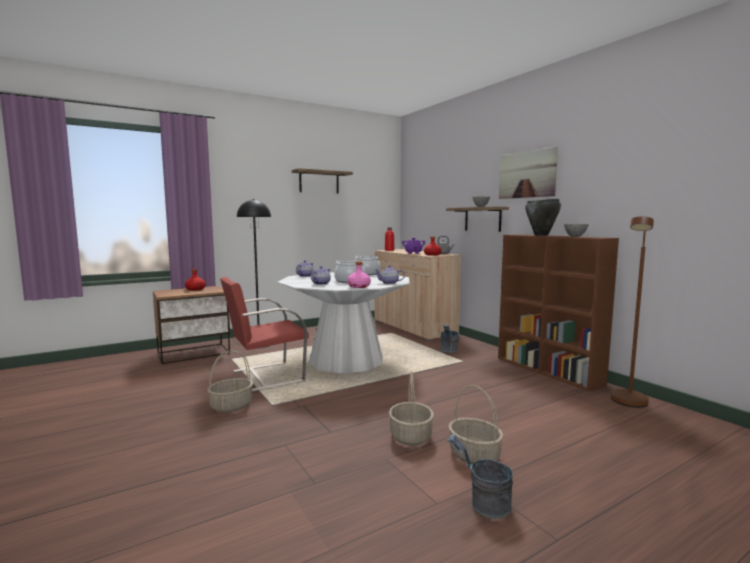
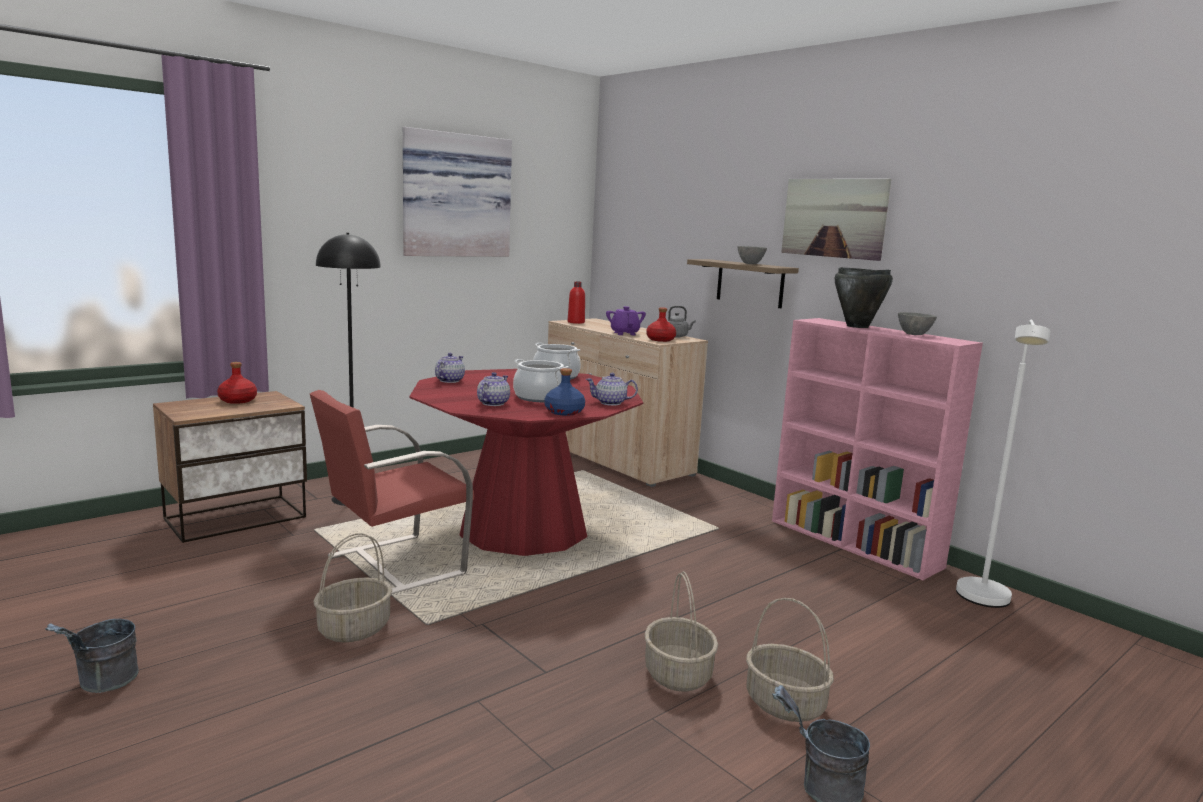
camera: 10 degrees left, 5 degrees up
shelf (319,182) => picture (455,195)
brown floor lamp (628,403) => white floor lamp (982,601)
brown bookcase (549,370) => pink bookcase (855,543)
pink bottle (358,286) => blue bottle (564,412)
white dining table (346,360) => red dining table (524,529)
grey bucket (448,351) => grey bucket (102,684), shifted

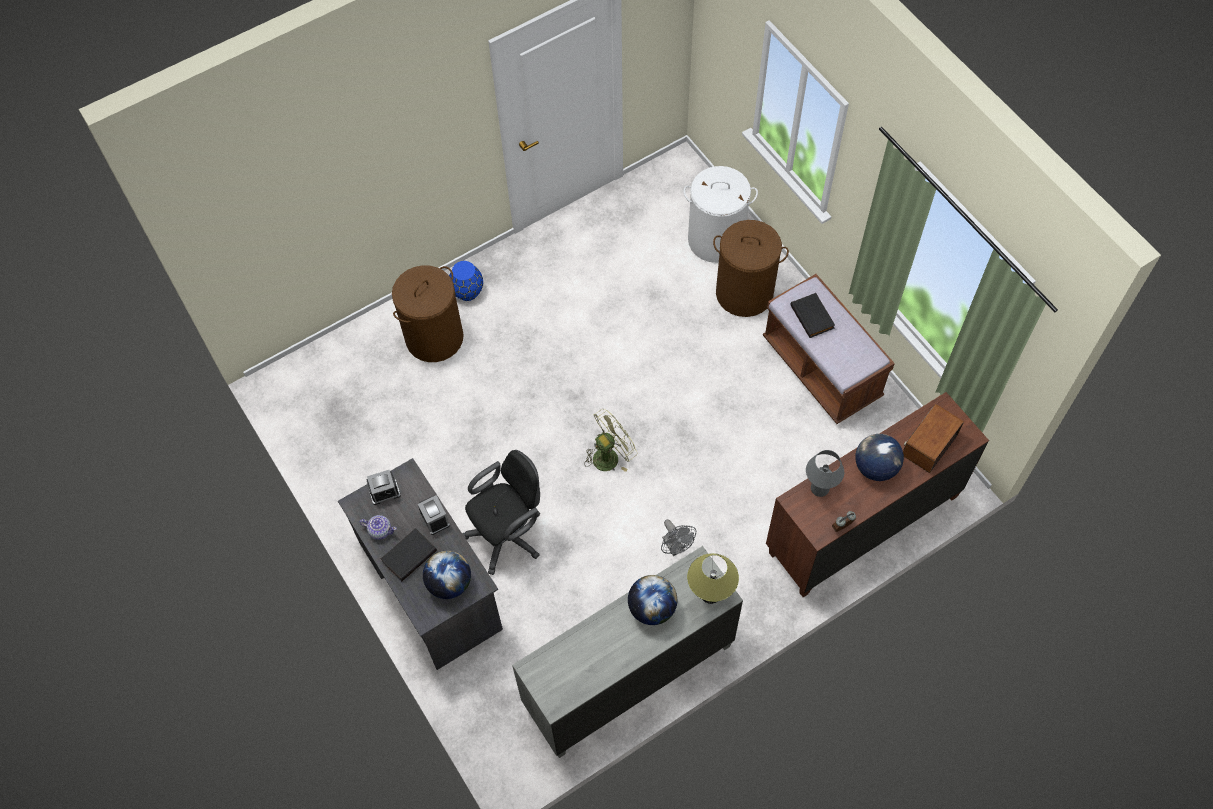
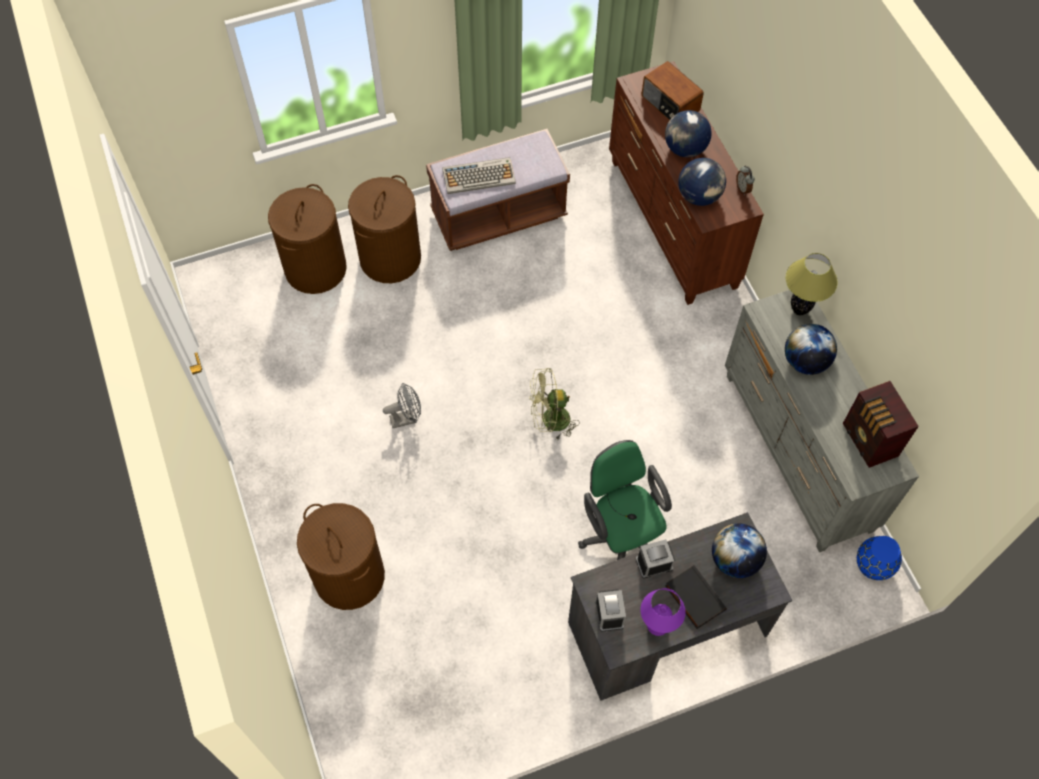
camera: 80 degrees left, 0 degrees up
white laundry basket (716,240) => brown laundry basket (315,268)
blue vase (468,291) => blue vase (872,566), shifted
black book (813,317) => keyboard (479,176)
green fan (610,455) => green fan (549,421), 75 degrees counterclockwise
black office chair (509,534) => green office chair (621,537)
grey table lamp (819,488) => globe (699,196)
teapot (380,530) => purple table lamp (657,625)
grey fan (675,547) => grey fan (406,418), shifted
nothing => radio (869,441)

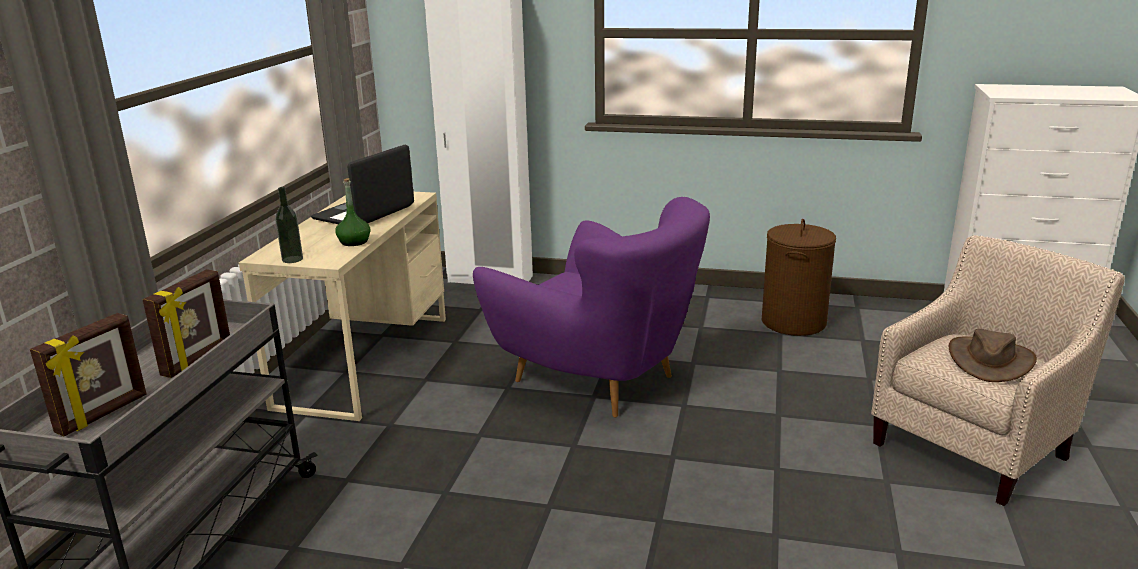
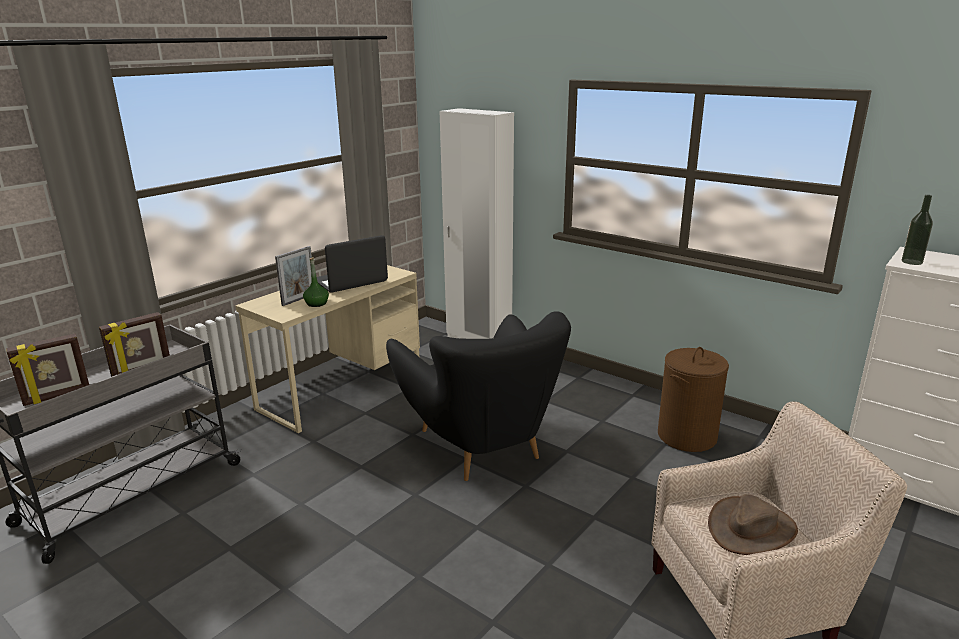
camera: 25 degrees right, 0 degrees up
bottle (292,259) => bottle (911,262), shifted
purple armchair (598,379) => black armchair (481,445)
nothing => picture frame (299,299)

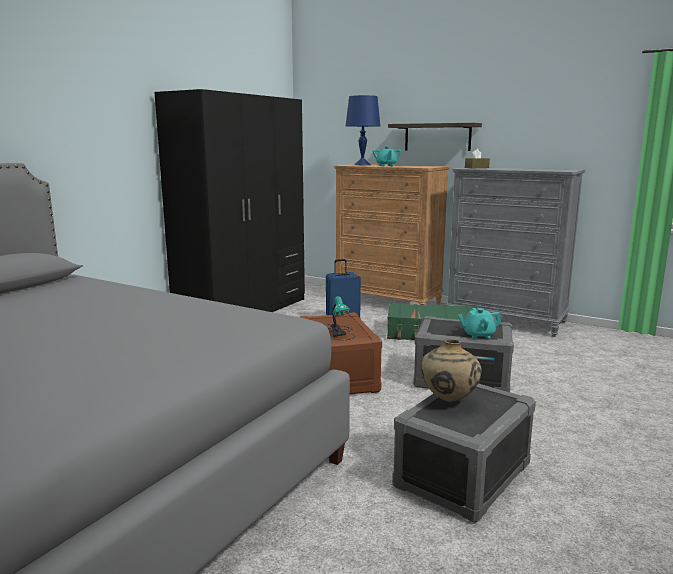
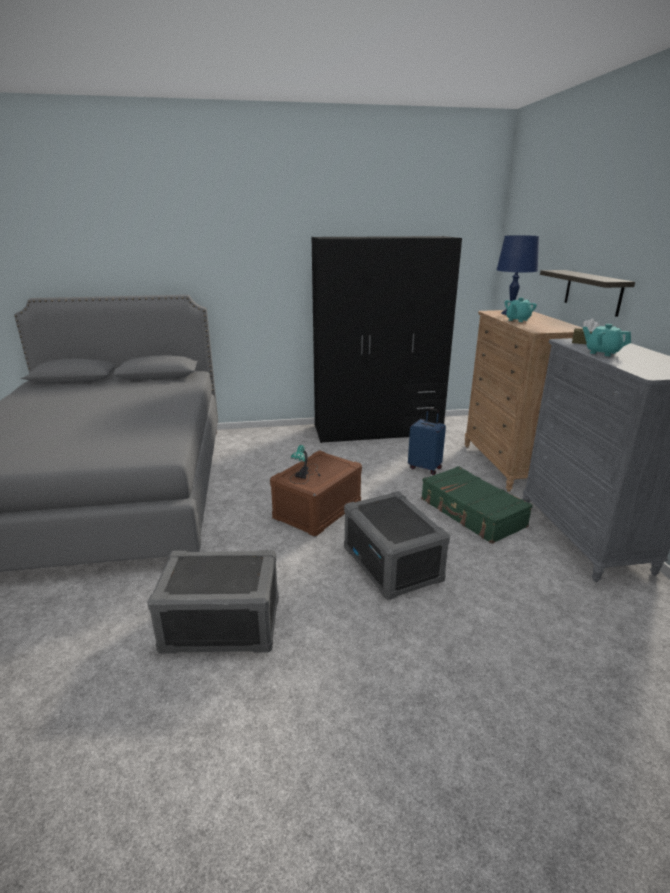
camera: 50 degrees right, 10 degrees up
turquoise teapot (478,335) => turquoise teapot (602,353), shifted
beige vase (448,400) => nothing

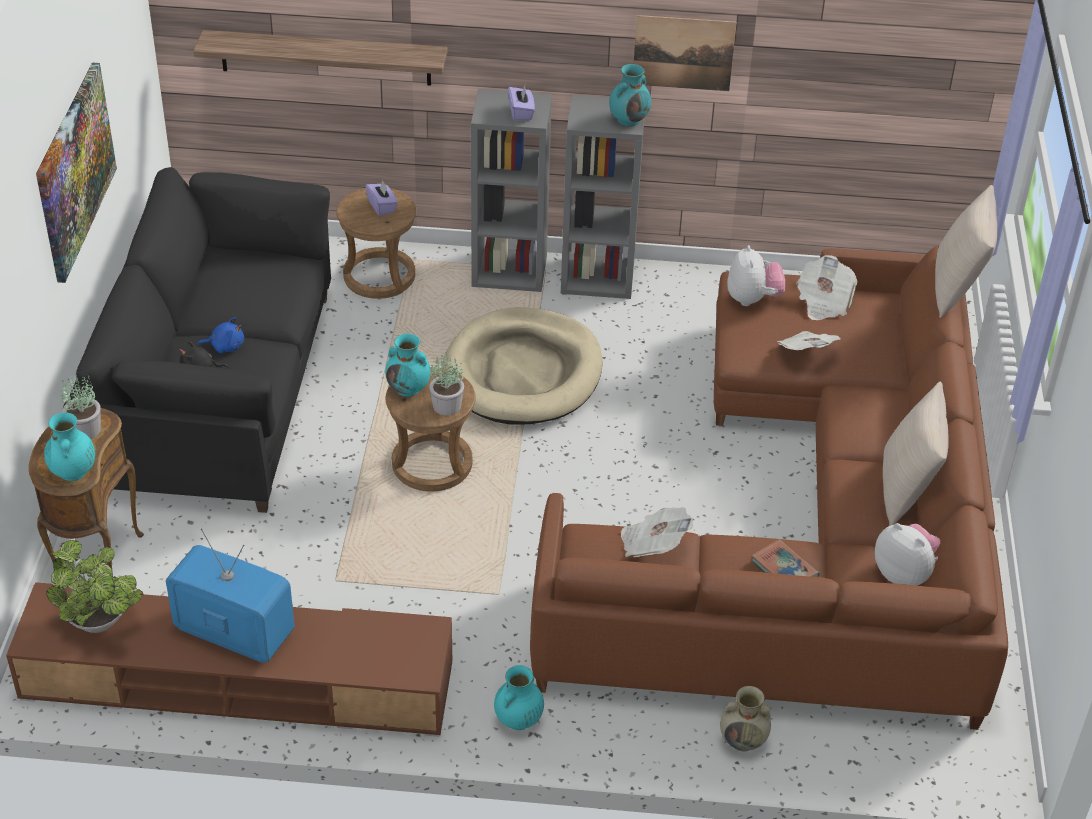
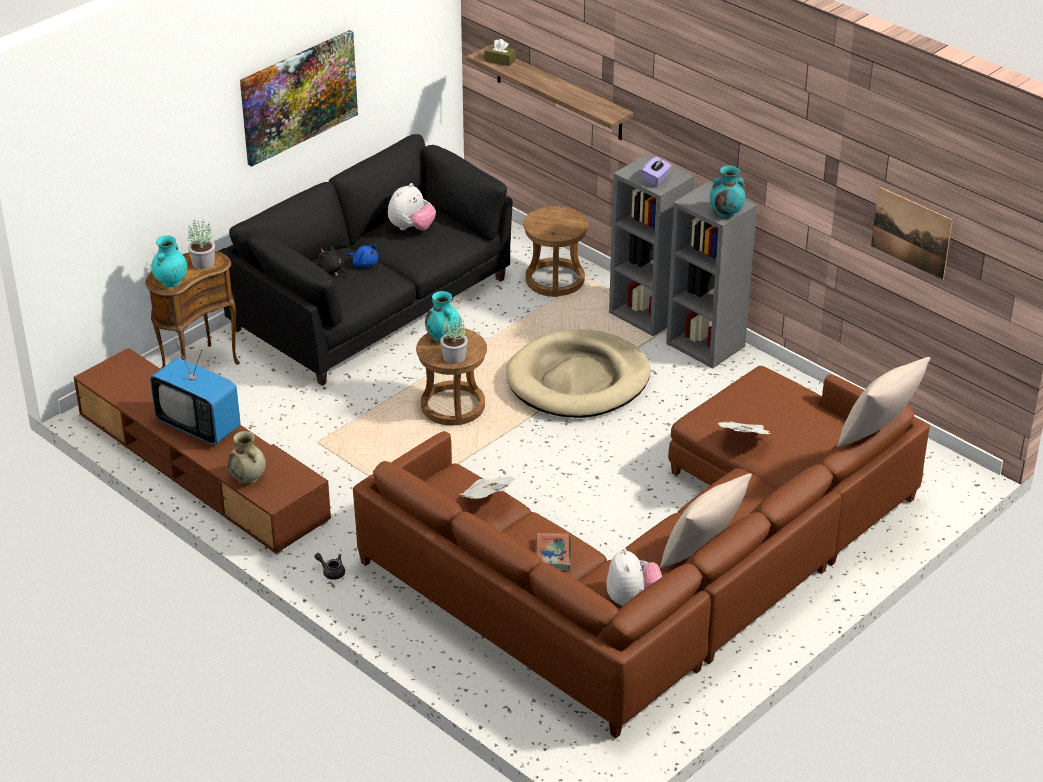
camera: 40 degrees right, 5 degrees down
picture (683,53) => picture (911,232), shifted
purple tissue box (382,207) => nothing
plush toy (753,299) => plush toy (411,228), shifted
newspaper (823,302) => nothing
television (234,633) => television (199,426), 150 degrees clockwise
potted plant (101,624) => nothing
turquoise vase (518,720) => grey teapot (331,571)
beige vase (743,740) => beige vase (248,478), shifted
nothing => brown tissue box (500,60)

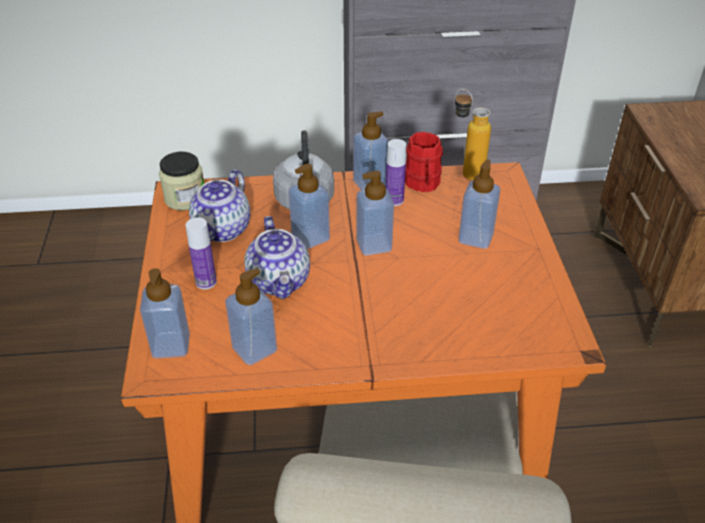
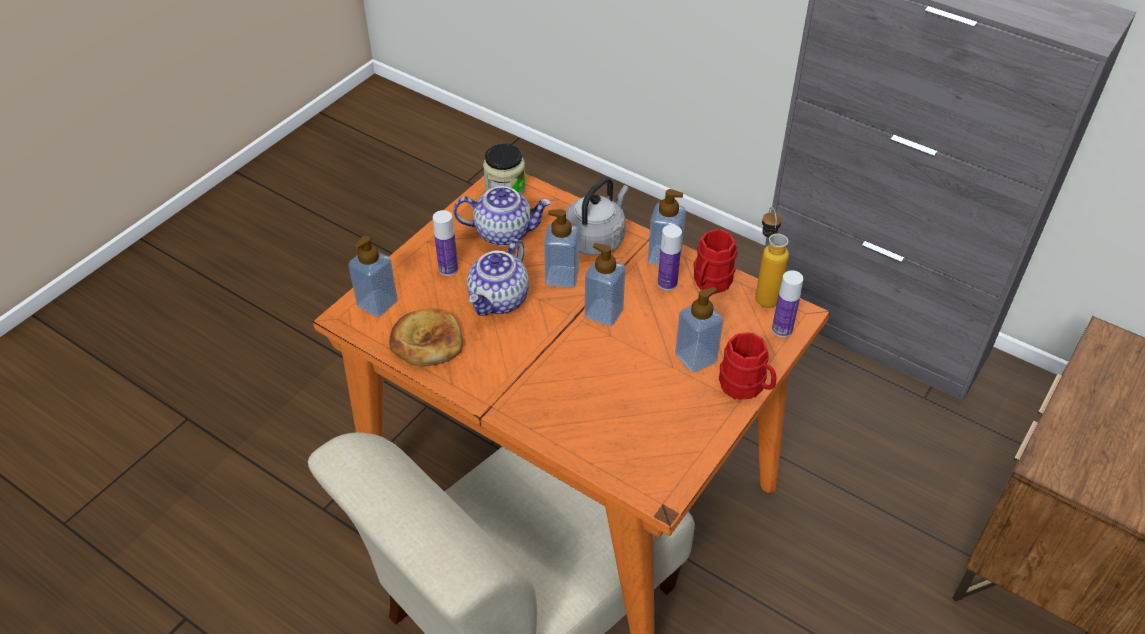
camera: 40 degrees right, 5 degrees up
teapot (223,230) => teapot (504,232), 150 degrees counterclockwise
soap dispenser (254,349) => bread (426,341)
nothing => bottle (782,329)
nothing => red mug (746,387)

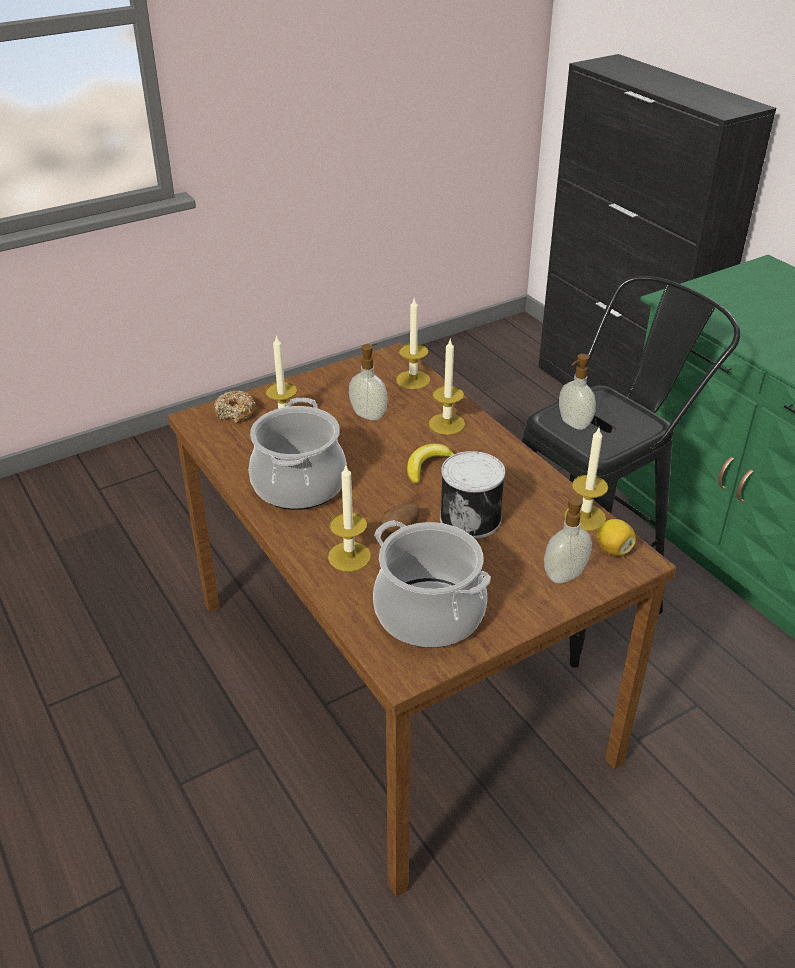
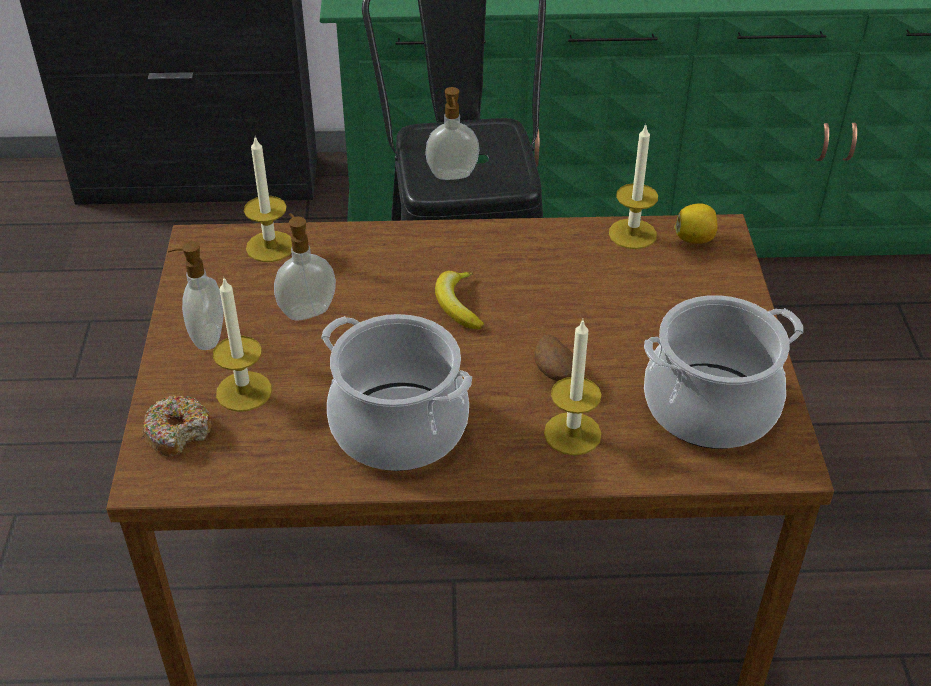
camera: 60 degrees left, 5 degrees up
candle (447,424) => nothing
can (471,518) => nothing
soap dispenser (563,574) => soap dispenser (206,337), shifted

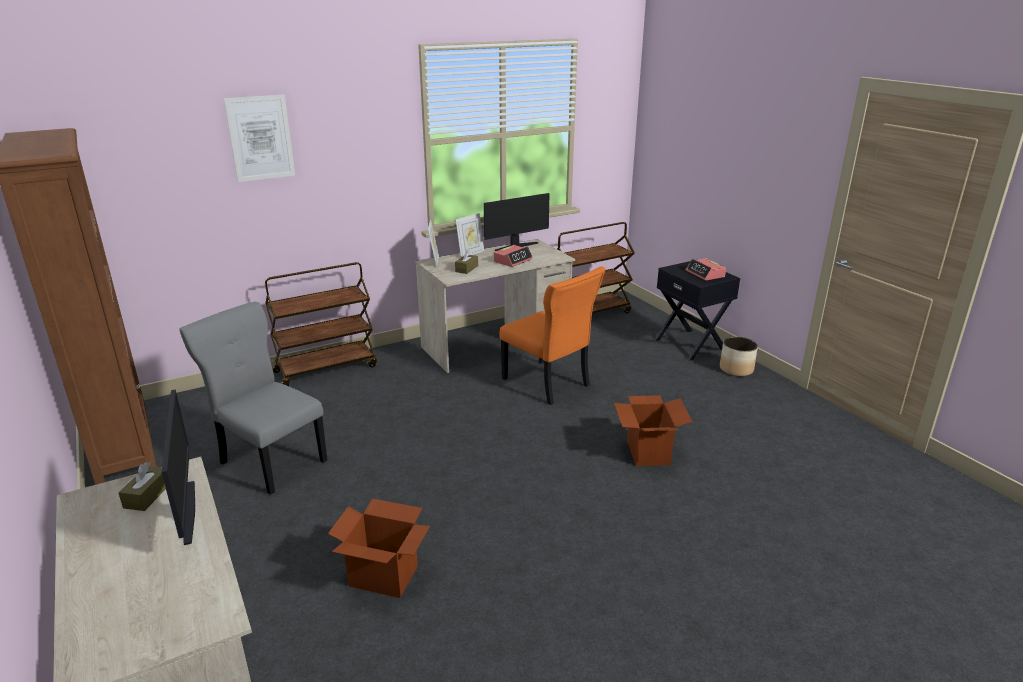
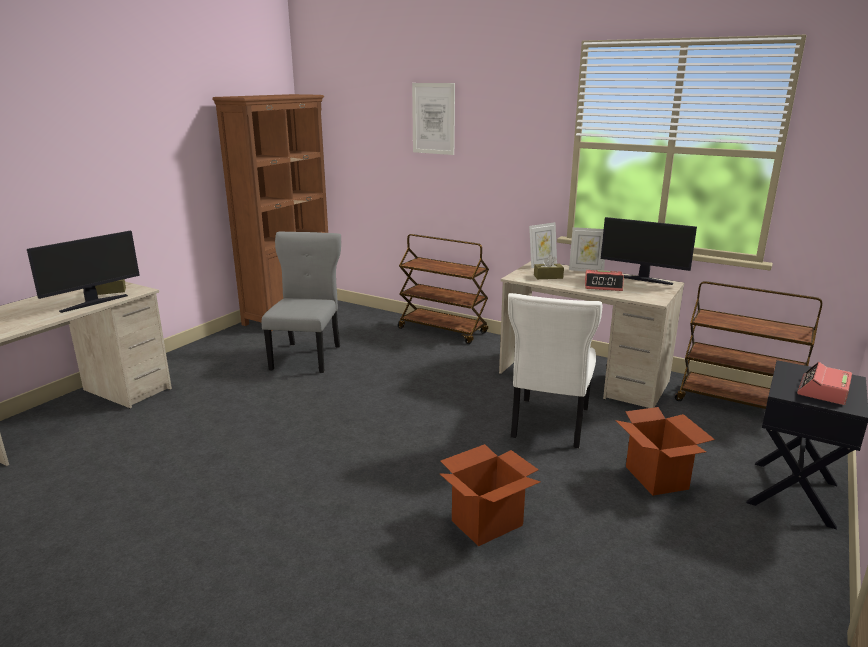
camera: 60 degrees right, 5 degrees down
orange chair (548,384) => white chair (549,424)
planter (736,369) => nothing
cardboard box (384,576) => cardboard box (656,478), shifted

